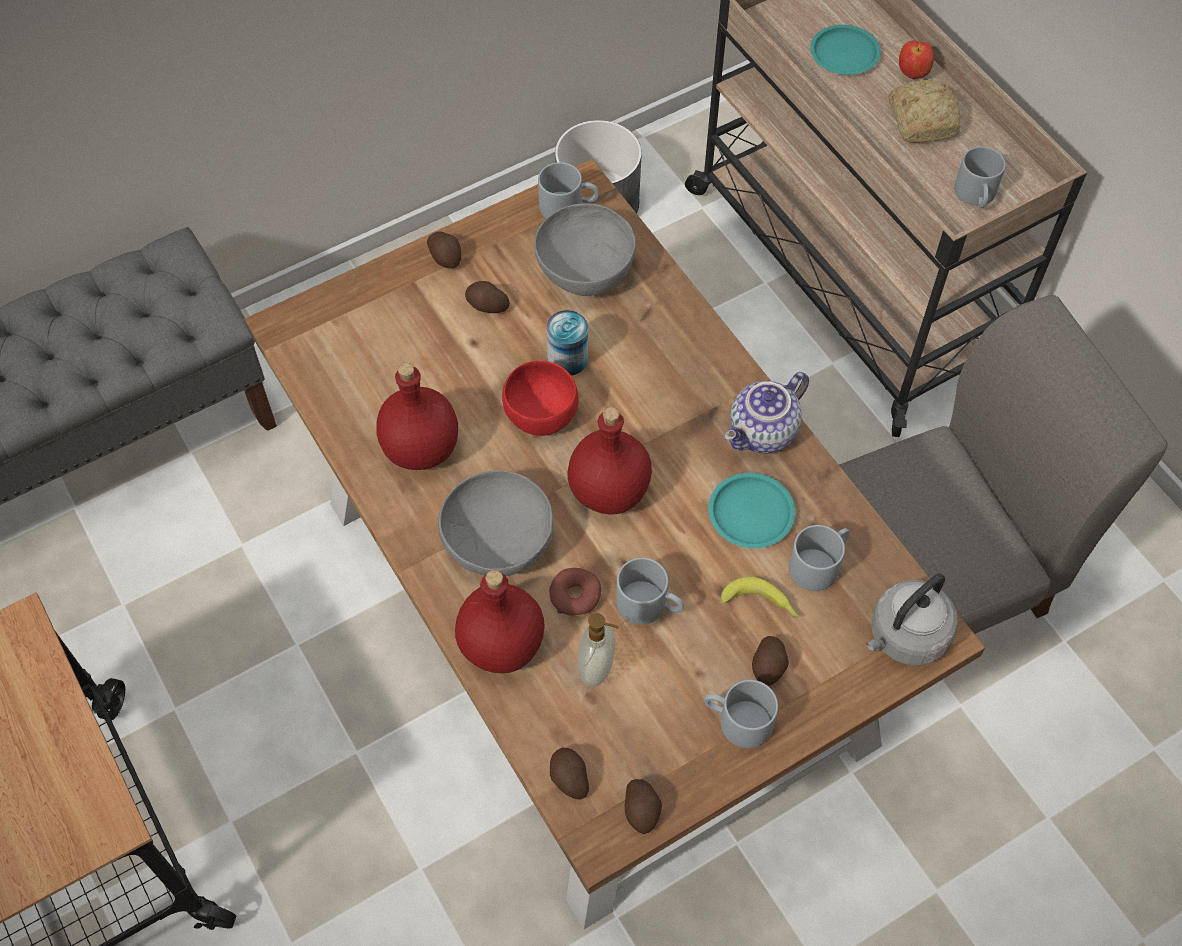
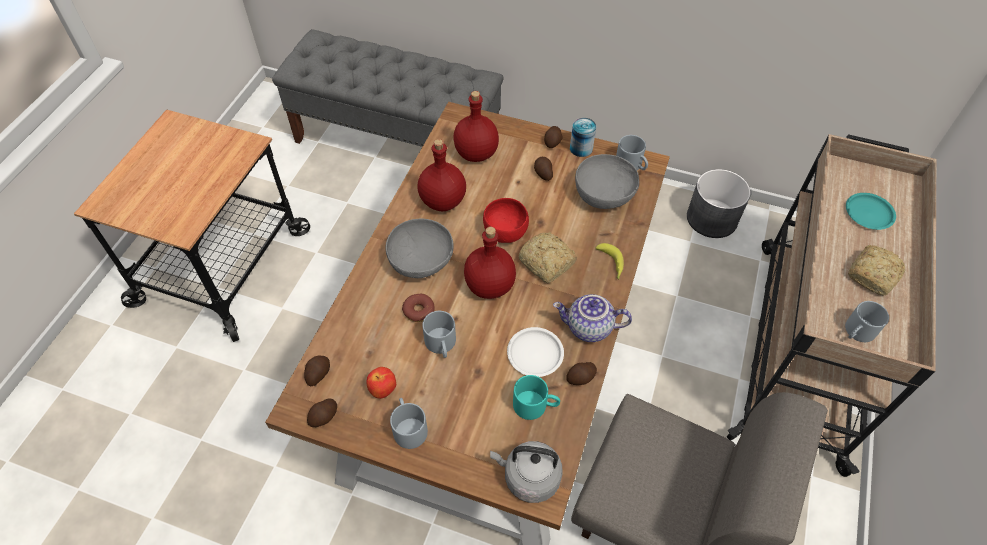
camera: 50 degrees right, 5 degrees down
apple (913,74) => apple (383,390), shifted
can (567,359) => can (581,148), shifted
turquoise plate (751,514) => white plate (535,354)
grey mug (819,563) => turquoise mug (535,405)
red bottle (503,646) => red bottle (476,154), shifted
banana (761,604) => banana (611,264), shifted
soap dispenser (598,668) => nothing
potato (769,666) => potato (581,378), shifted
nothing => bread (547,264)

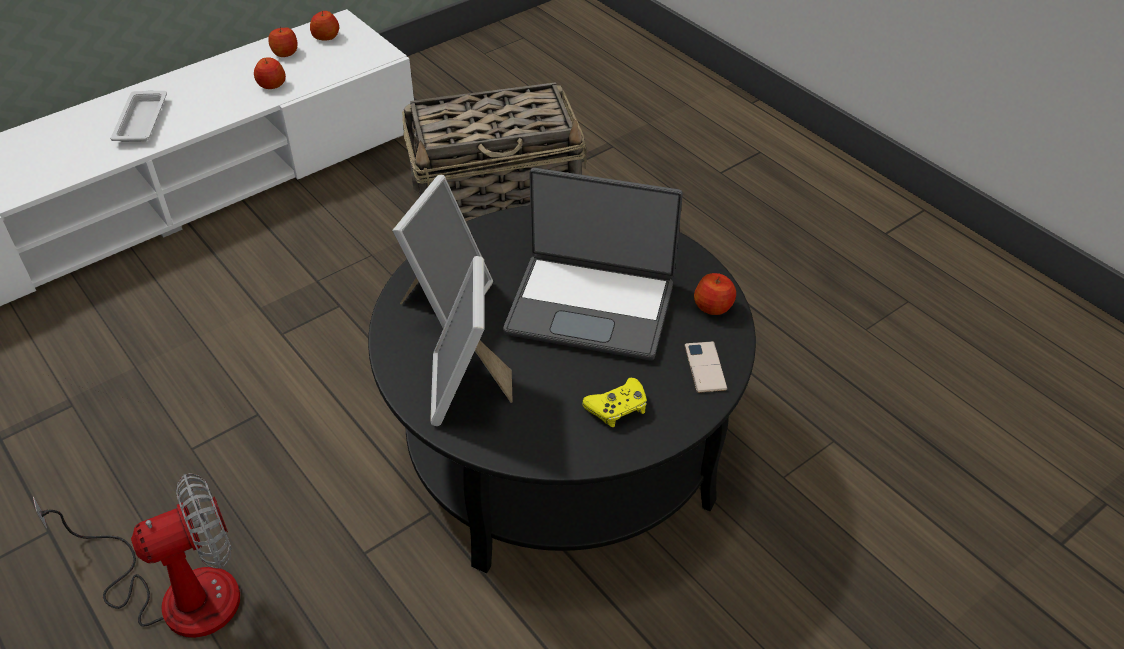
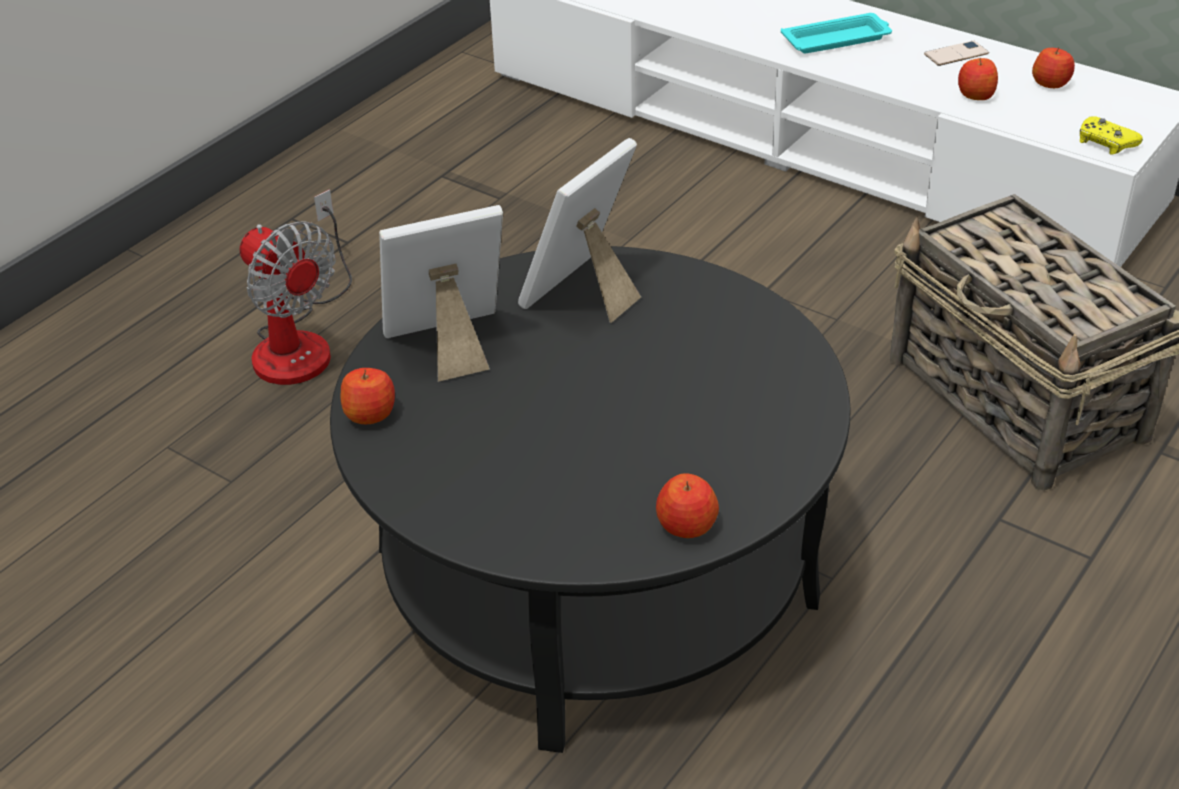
camera: 75 degrees right, 5 degrees down
apple (326,36) => apple (370,413), shifted
white tray (142,120) => turquoise tray (837,39)
laptop (591,306) => nothing
picture frame (445,302) => picture frame (584,294), 120 degrees clockwise
phone (705,367) => phone (956,54), shifted
yellow game controller (617,407) => yellow game controller (1105,142), shifted

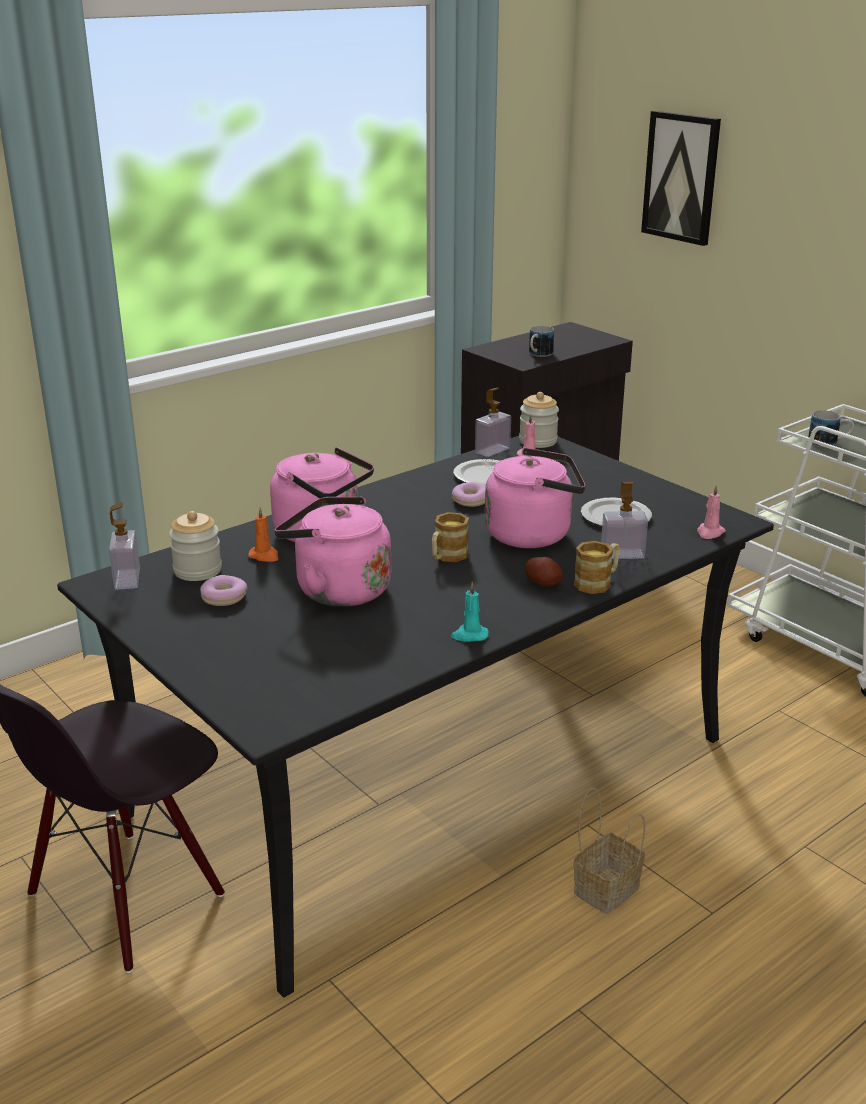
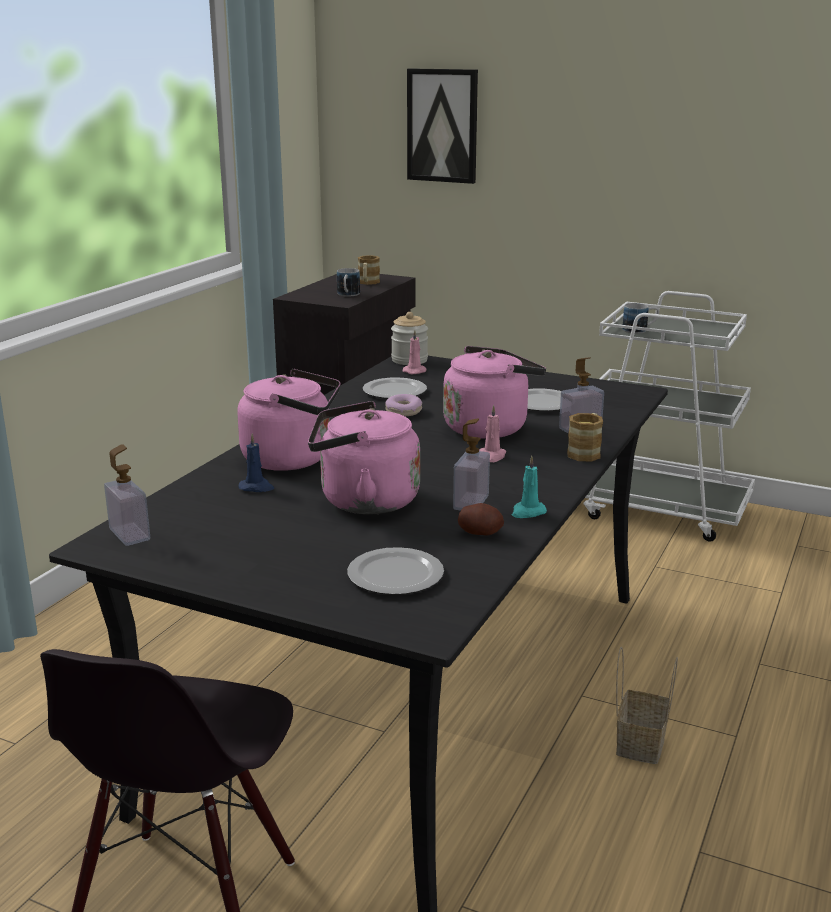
camera: 25 degrees left, 5 degrees down
soap dispenser (492,450) => soap dispenser (471,502), shifted
pink candle (710,532) => pink candle (492,456), shifted
orange candle (264,556) => blue candle (257,487)
jar (197,570) => nothing
mug (447,557) => mug (368,283), shifted
potato (543,583) => potato (480,533), shifted
donut (224,597) => nothing
nothing => plate (395,574)

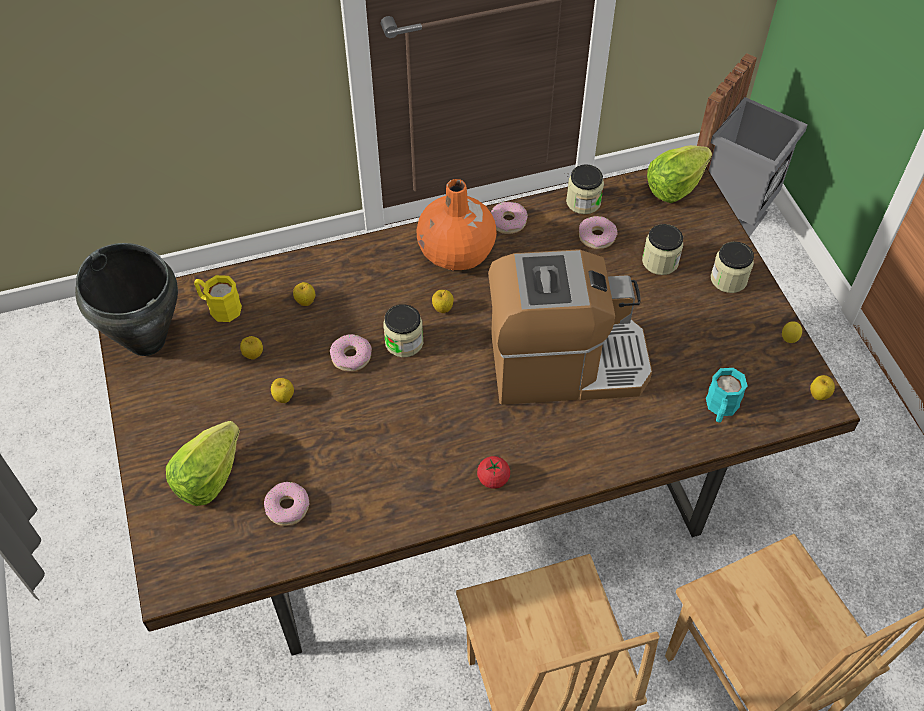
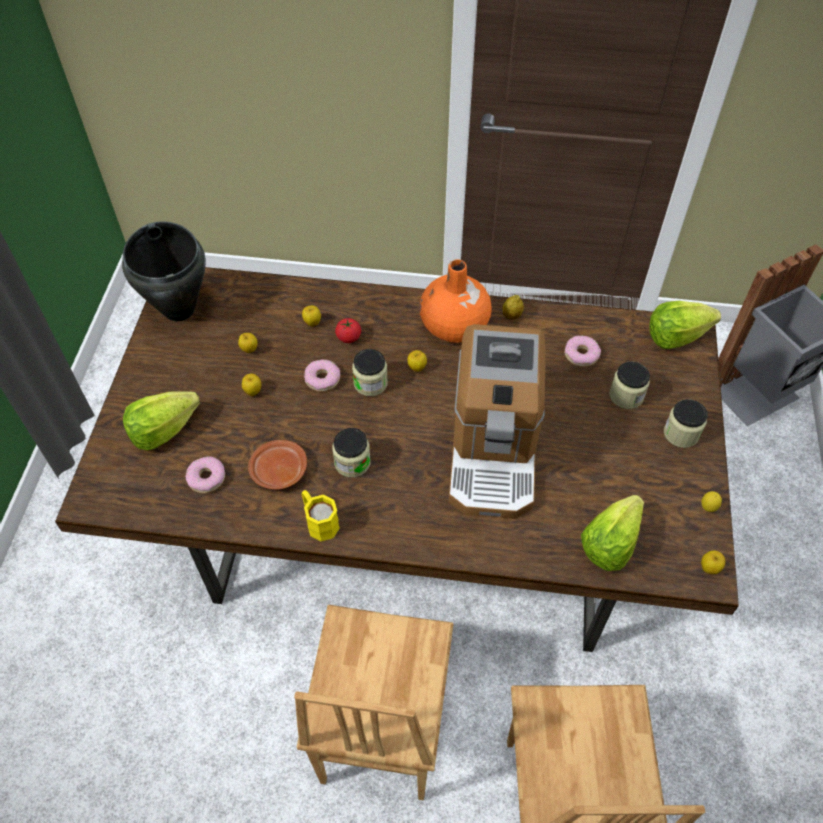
camera: 25 degrees right, 0 degrees up
jar (583,202) => jar (352,462), shifted
donut (508,222) => lemon (511,316)
coffee machine (565,364) => coffee machine (493,451), 75 degrees clockwise
yellow mug (219,307) => yellow mug (319,521), shifted
turquoise mug (721,408) => lettuce (610,543)
tomato (493,478) => tomato (348,337), shifted
nothing => brown plate (278,471)

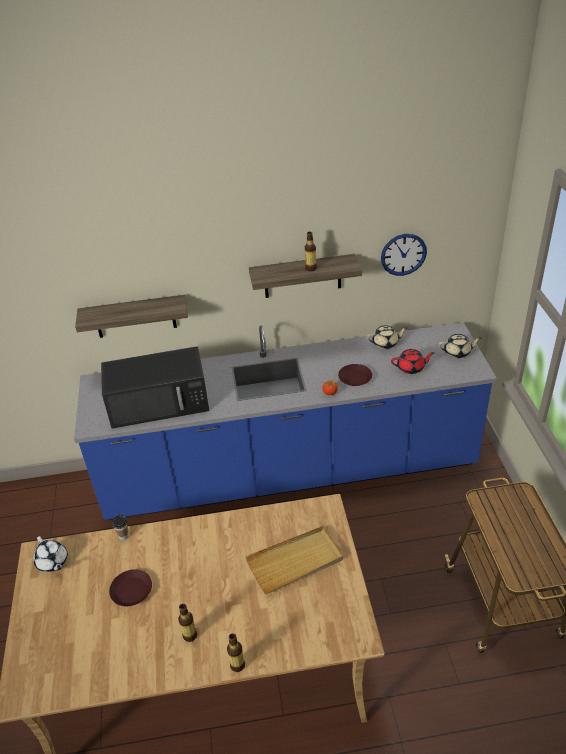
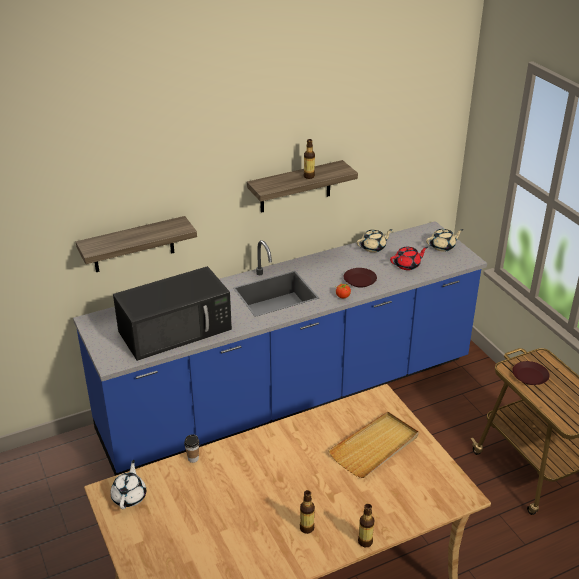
camera: 20 degrees left, 5 degrees down
wall clock (403,254) => nothing
white teapot (52,562) => white teapot (129,496), 120 degrees counterclockwise
brown plate (131,590) => brown plate (529,376), shifted

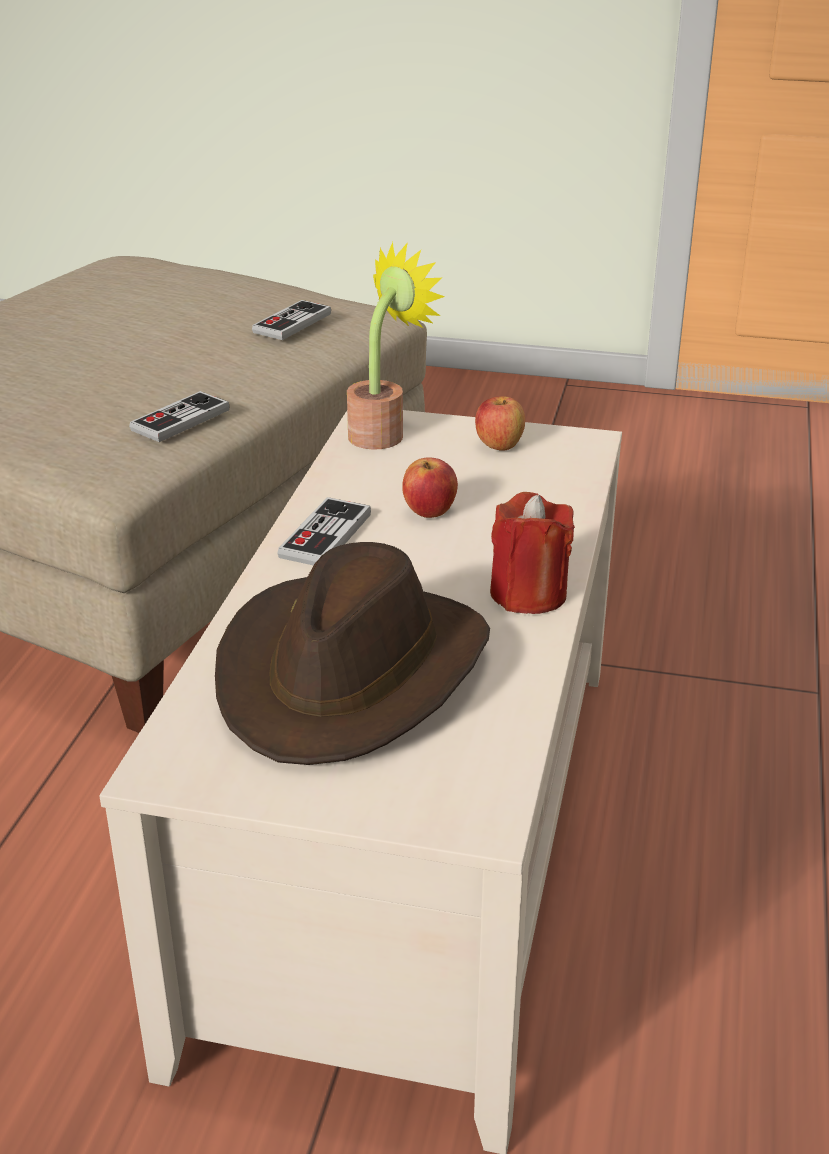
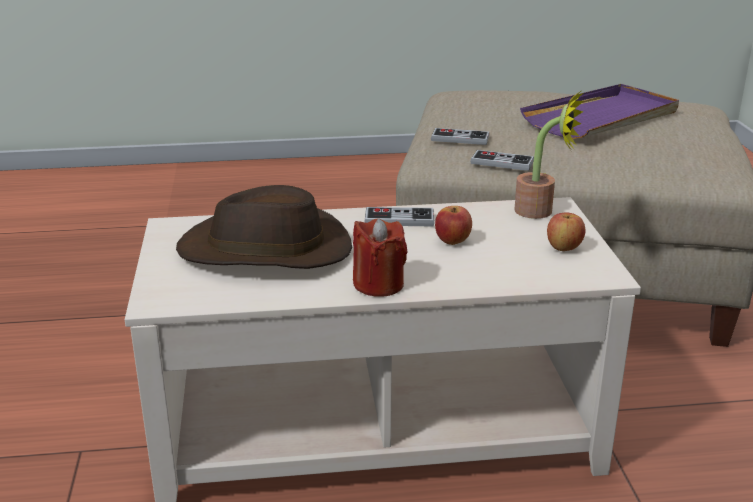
camera: 70 degrees right, 5 degrees down
game controller (292,323) => game controller (460,138), shifted
nothing => purple tray (602,117)

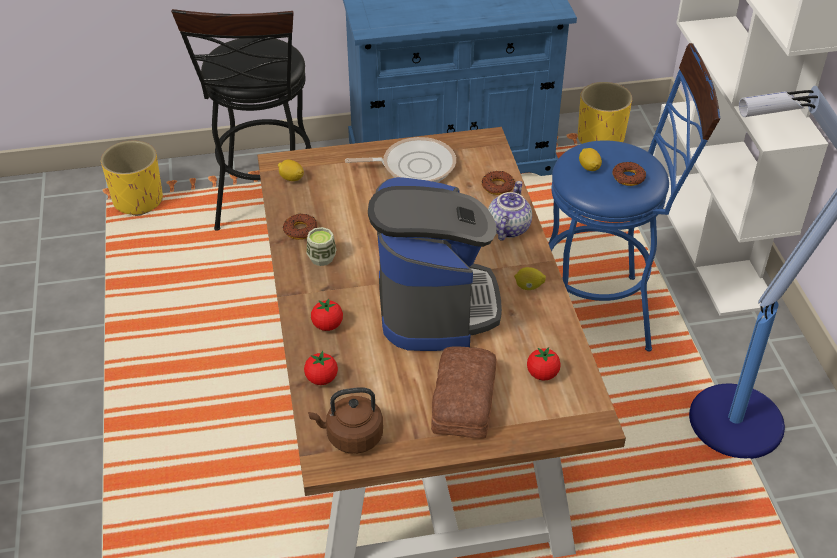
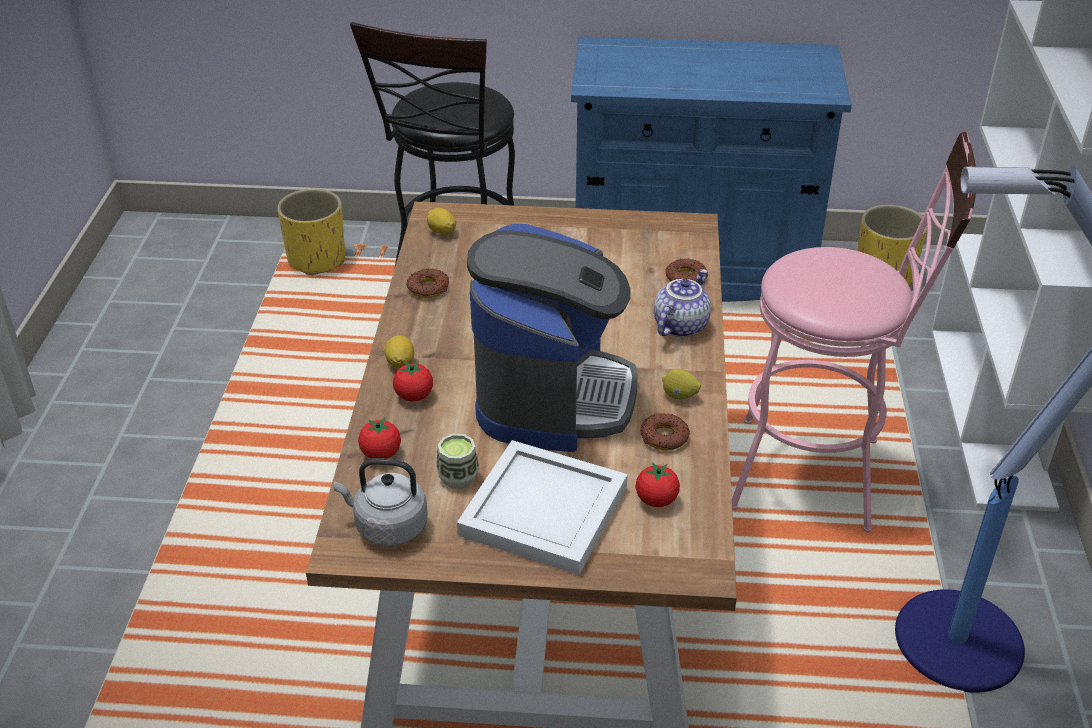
camera: 15 degrees right, 5 degrees down
blue stool (602,313) => pink stool (821,475)
frying pan (414,166) => nothing
lemon (589,167) => lemon (400,363), shifted
donut (628,177) => donut (664,437), shifted
cup (322,258) => cup (458,477), shifted
bread (462,401) => white tray (541,511)
brown kettle (351,437) => grey kettle (387,526)

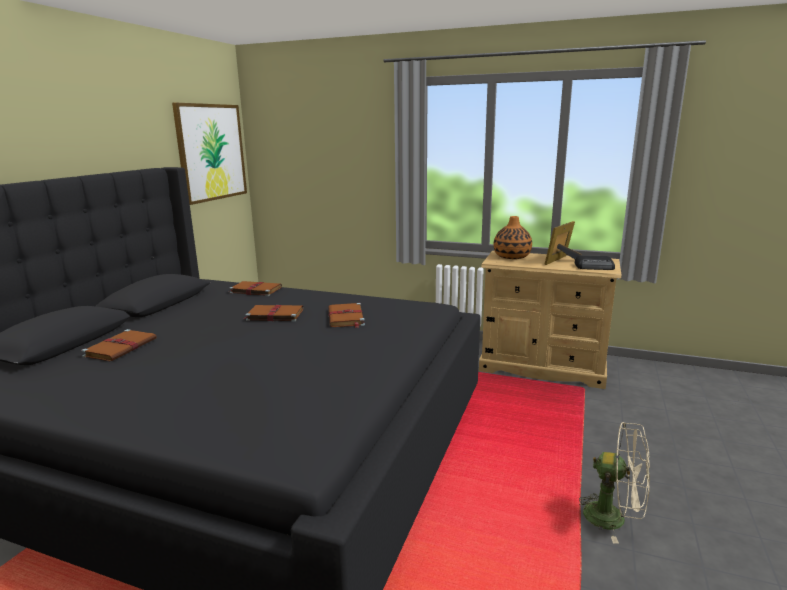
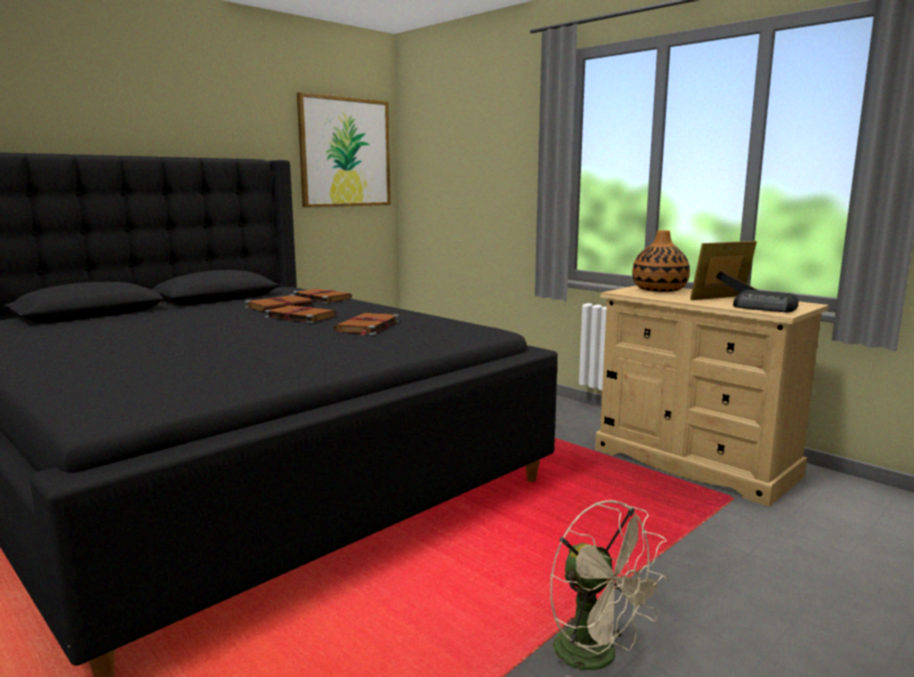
camera: 25 degrees right, 5 degrees down
brown book (121,347) => brown book (279,306), shifted

